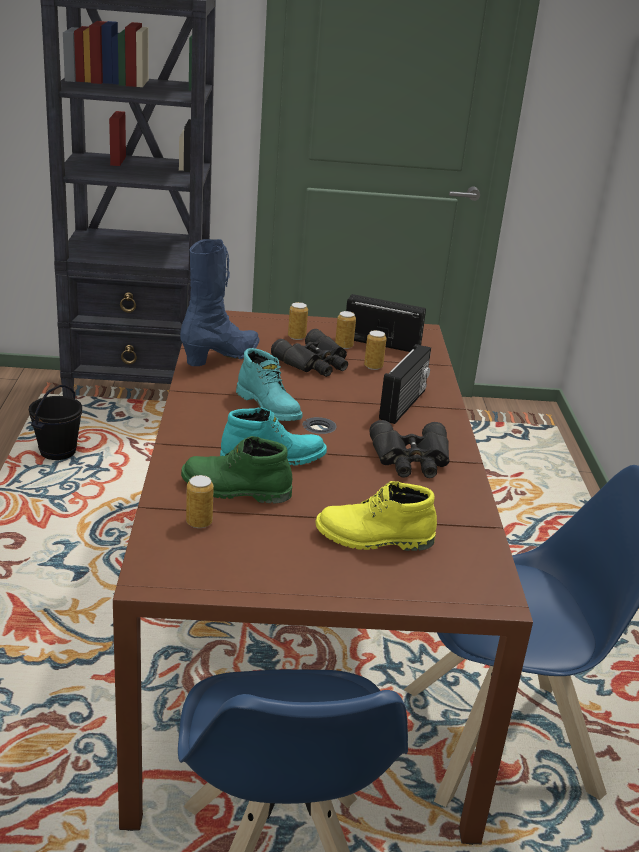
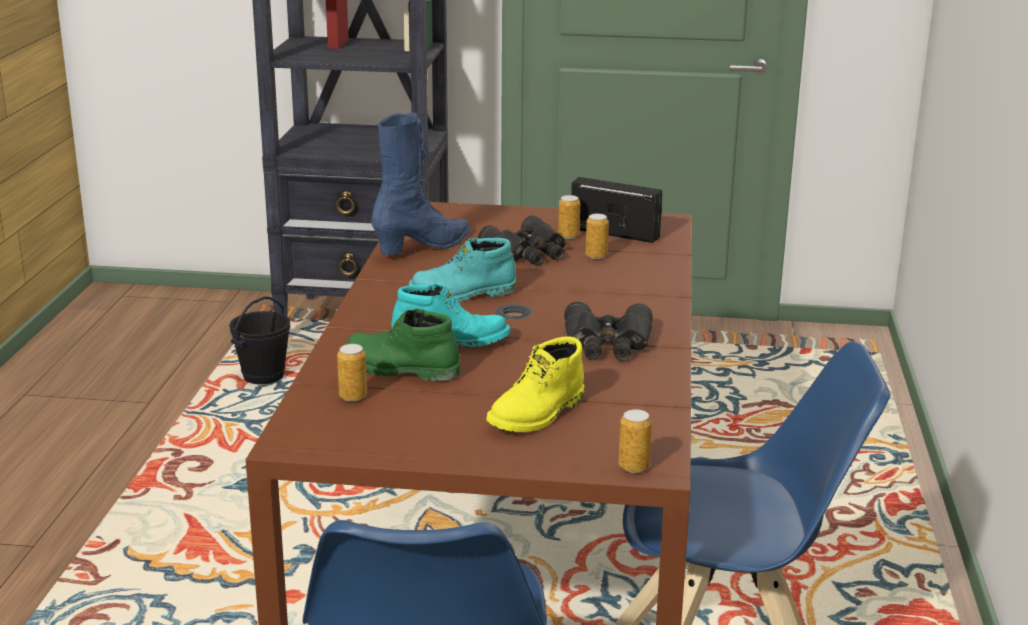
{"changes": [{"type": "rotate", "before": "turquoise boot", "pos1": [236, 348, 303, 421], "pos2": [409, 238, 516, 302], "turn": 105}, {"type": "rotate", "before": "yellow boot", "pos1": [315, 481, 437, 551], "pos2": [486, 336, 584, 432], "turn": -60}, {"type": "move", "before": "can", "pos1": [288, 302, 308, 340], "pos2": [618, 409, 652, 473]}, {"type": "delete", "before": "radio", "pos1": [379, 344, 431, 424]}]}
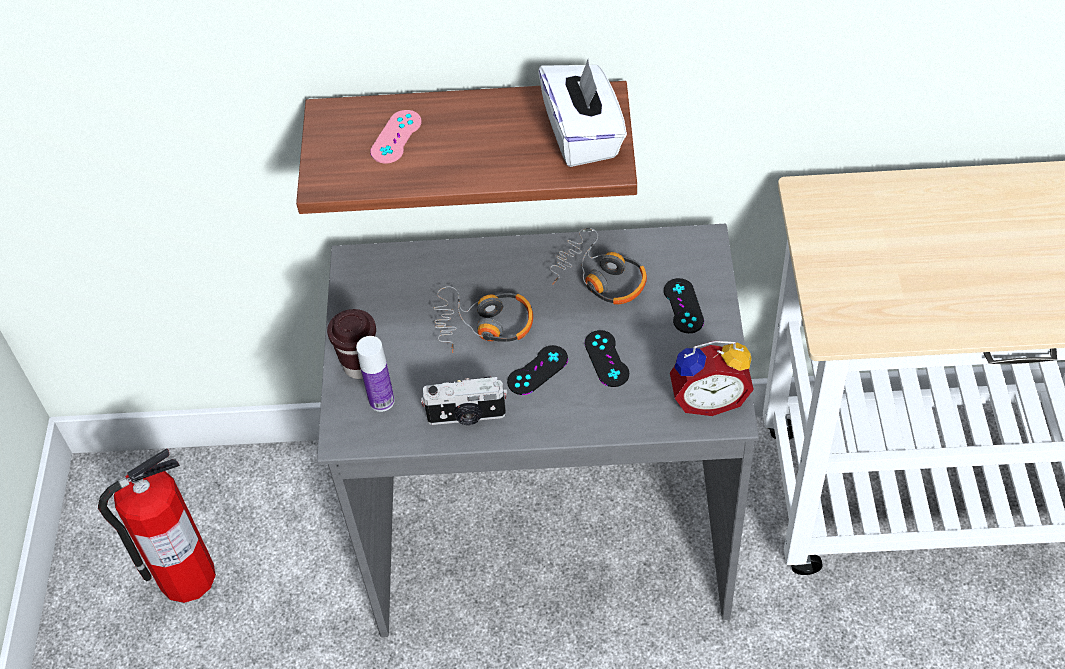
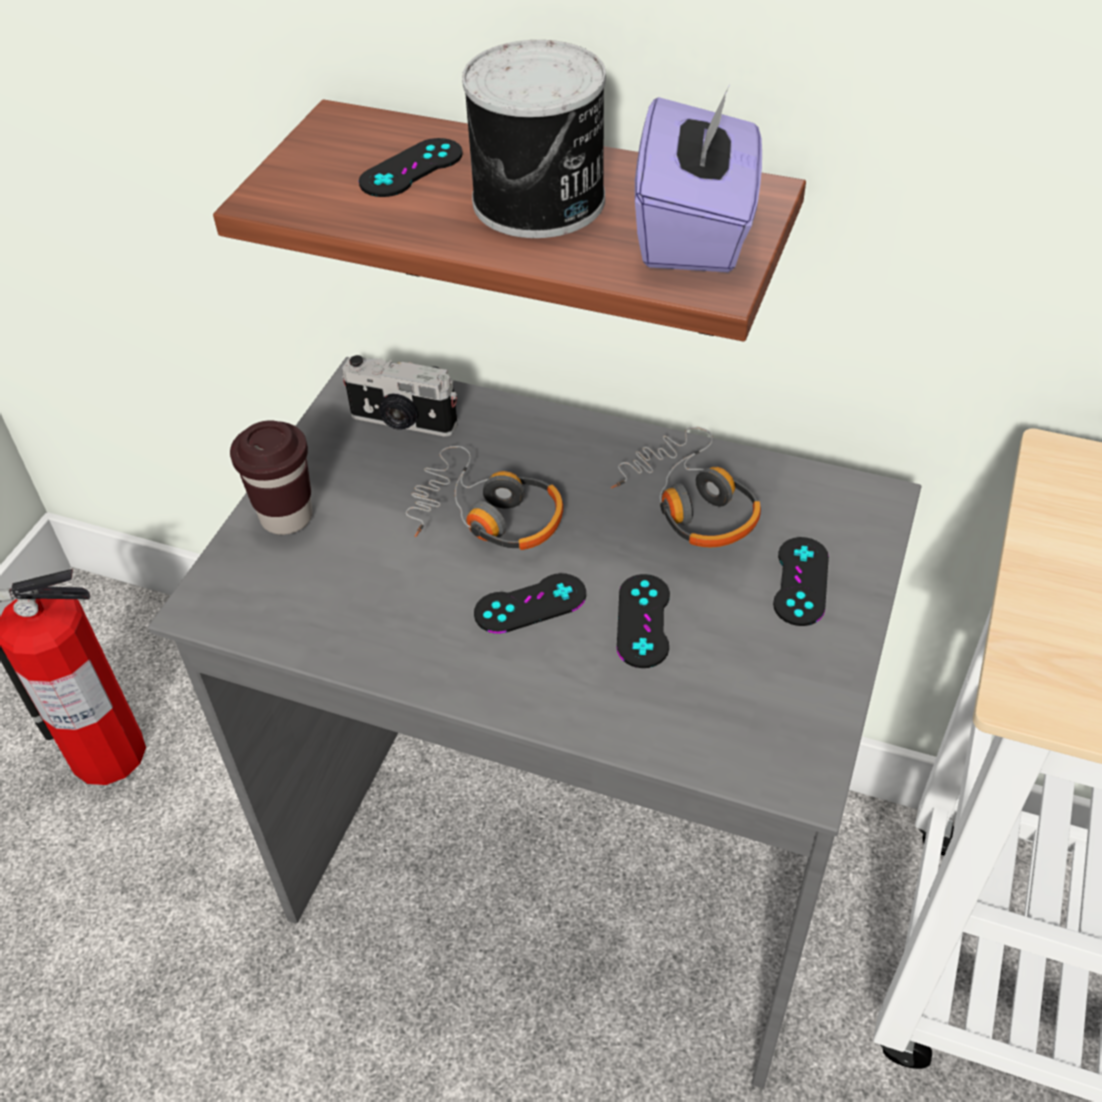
{"changes": [{"type": "move", "before": "photo camera", "pos1": [421, 377, 507, 425], "pos2": [342, 355, 458, 437]}, {"type": "recolor", "before": "pink game controller", "after": "black game controller", "pos1": [370, 110, 421, 163], "pos2": [359, 138, 463, 197]}, {"type": "insert", "after": "can", "pos2": [462, 40, 606, 238]}, {"type": "recolor", "before": "white tissue box", "after": "purple tissue box", "pos1": [538, 59, 627, 167], "pos2": [635, 87, 762, 272]}, {"type": "delete", "before": "bottle", "pos1": [356, 336, 395, 412]}, {"type": "delete", "before": "alarm clock", "pos1": [670, 341, 754, 416]}]}
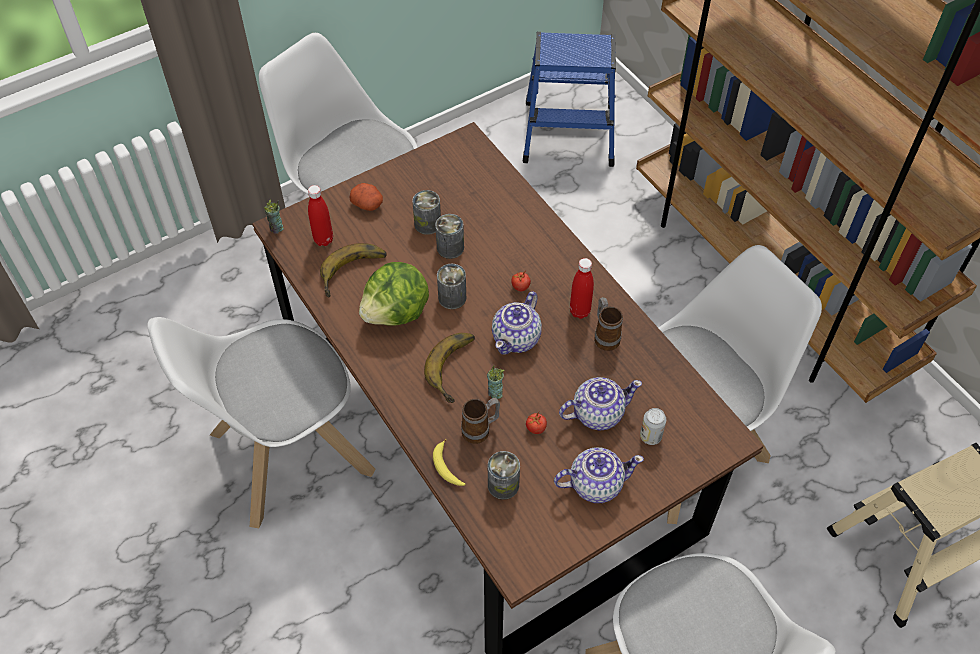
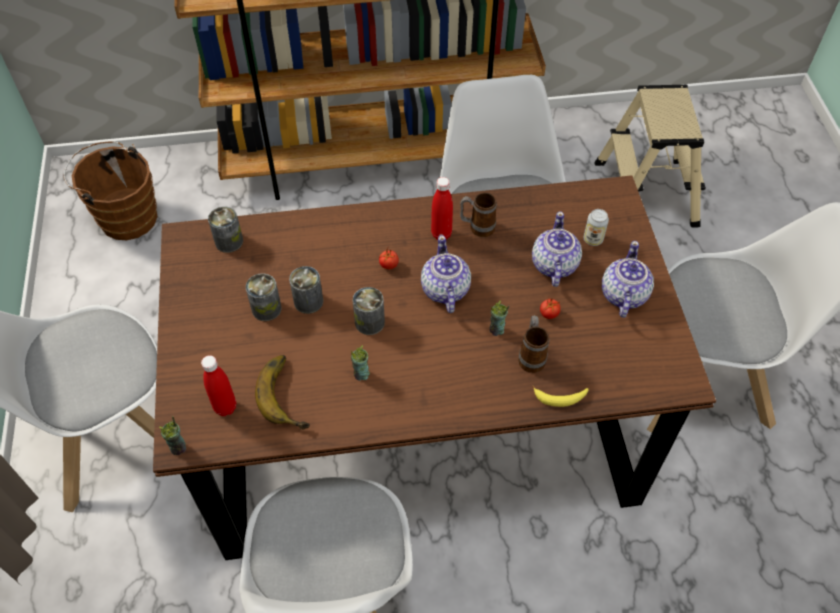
{"changes": [{"type": "replace", "before": "blue step ladder", "after": "brown bucket", "pos1": [523, 32, 616, 167], "pos2": [64, 142, 157, 240]}, {"type": "move", "before": "can", "pos1": [488, 451, 520, 500], "pos2": [208, 206, 243, 253]}, {"type": "replace", "before": "lettuce", "after": "cup", "pos1": [359, 262, 429, 326], "pos2": [351, 345, 370, 381]}, {"type": "rotate", "before": "teapot", "pos1": [492, 291, 542, 355], "pos2": [421, 235, 471, 313], "turn": -150}, {"type": "delete", "before": "potato", "pos1": [350, 183, 383, 211]}, {"type": "delete", "before": "banana", "pos1": [424, 333, 475, 403]}]}
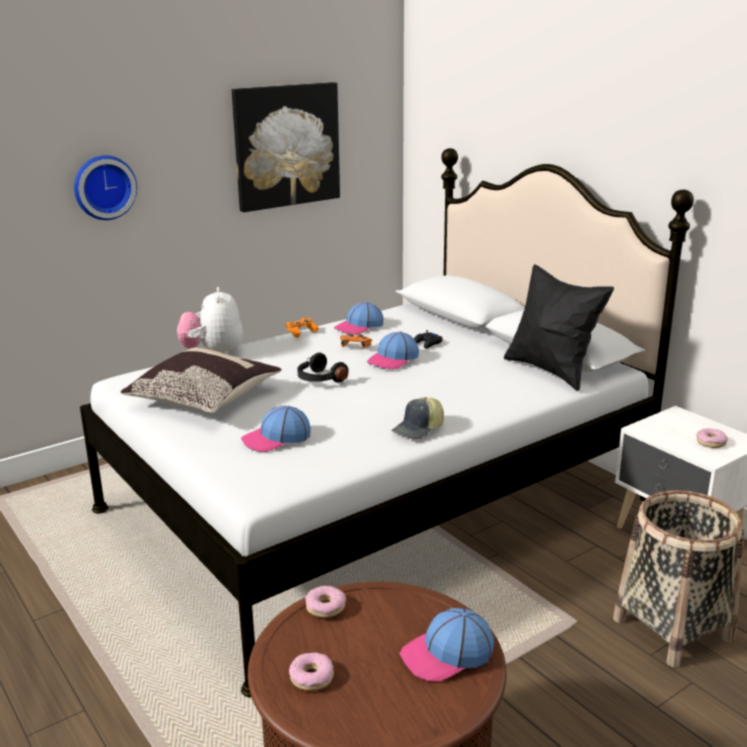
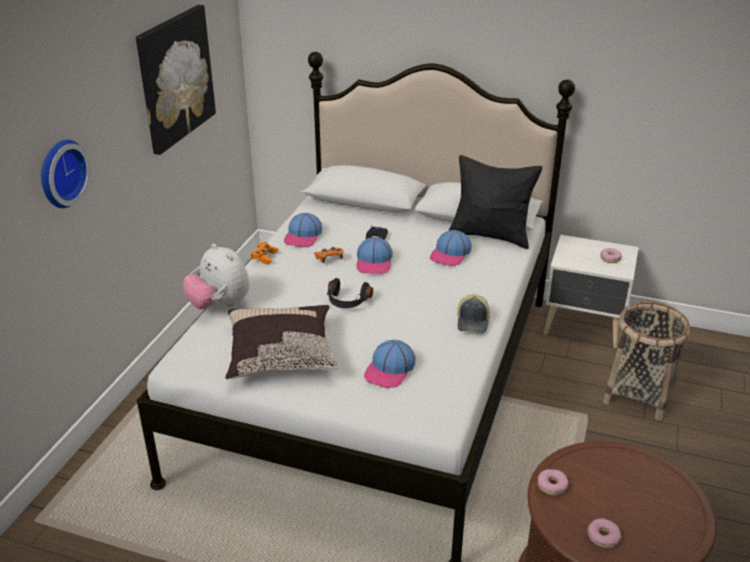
{"changes": [{"type": "move", "before": "cap", "pos1": [399, 608, 494, 682], "pos2": [430, 230, 472, 266]}]}
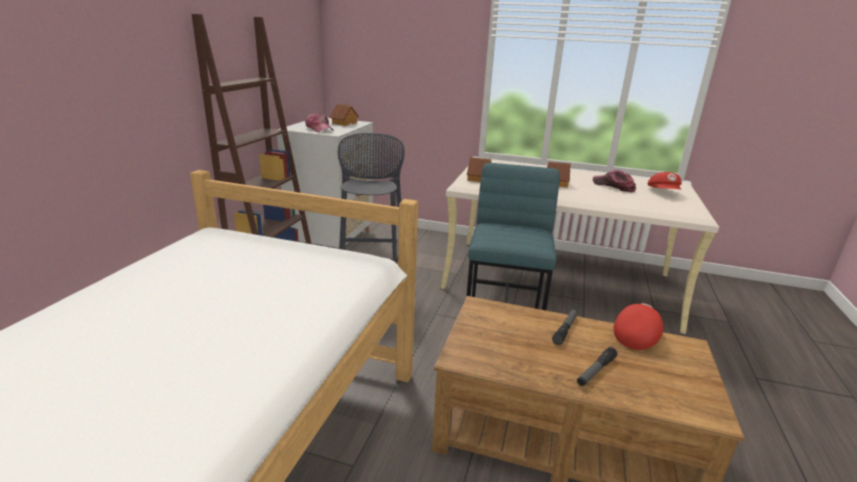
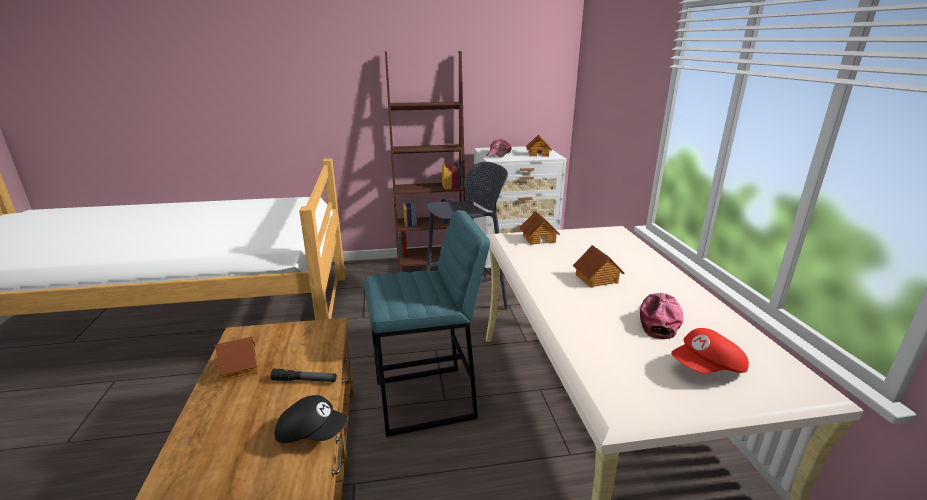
{"changes": [{"type": "insert", "after": "toy house", "pos2": [215, 337, 258, 382]}, {"type": "recolor", "before": "red cap", "after": "black cap", "pos1": [613, 303, 663, 350], "pos2": [274, 395, 347, 443]}, {"type": "delete", "before": "flashlight", "pos1": [577, 347, 617, 386]}]}
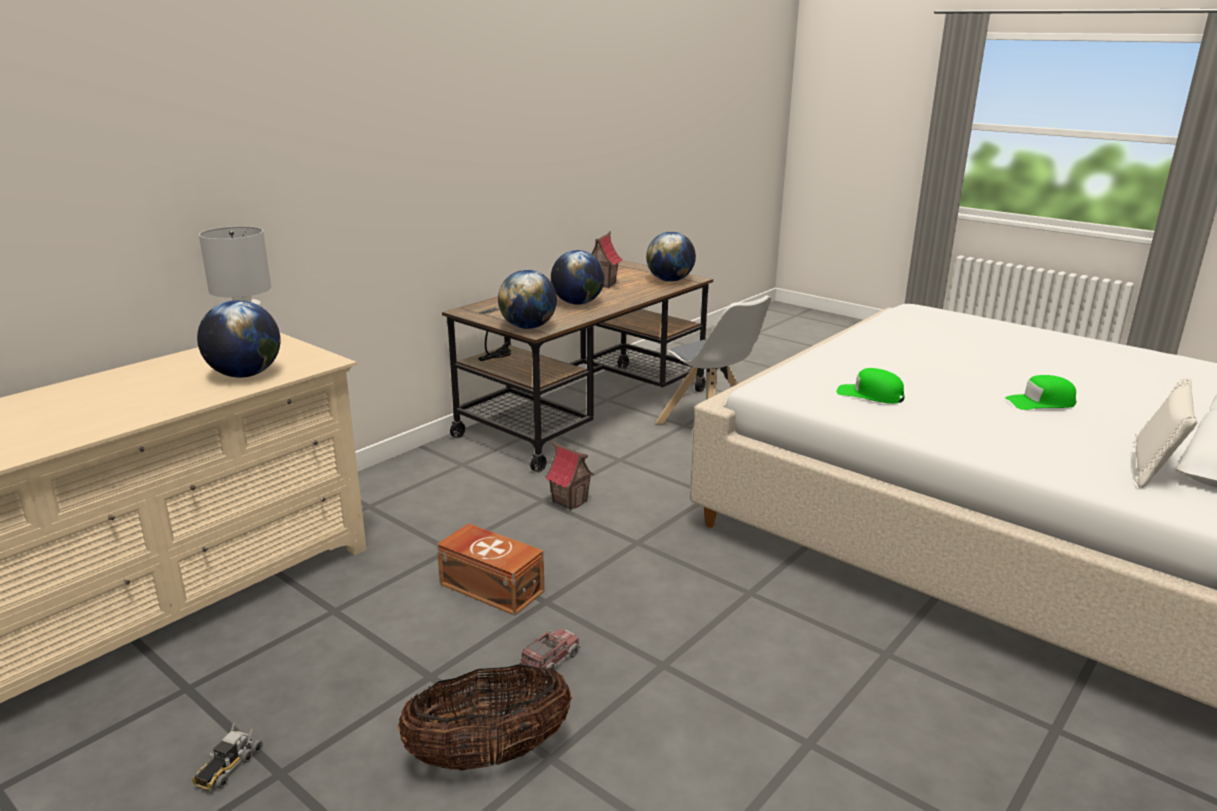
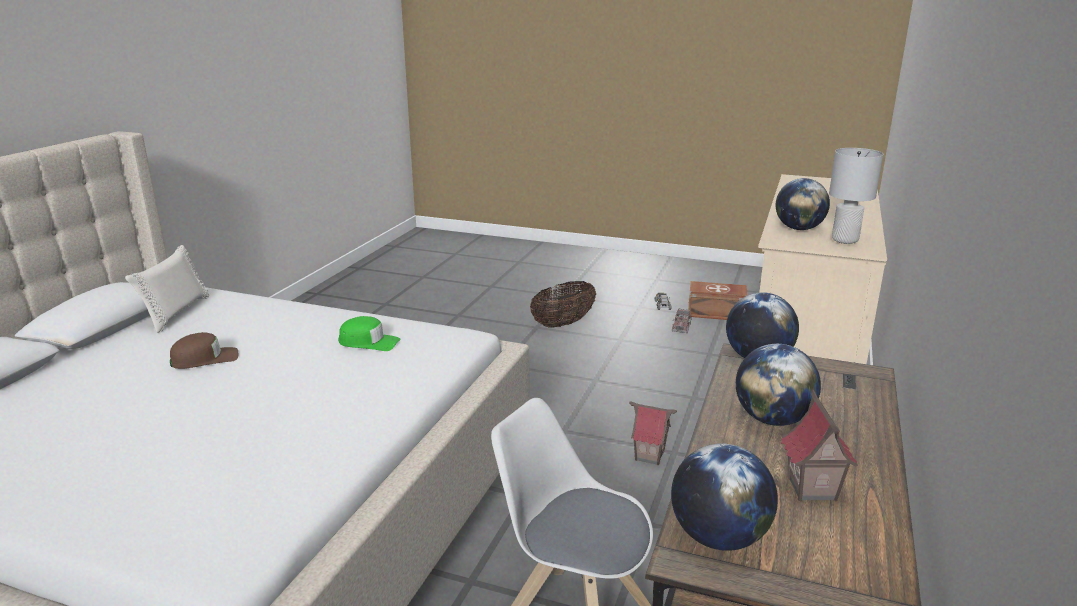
{"changes": [{"type": "recolor", "before": "green cap", "after": "brown cap", "pos1": [1005, 375, 1076, 410], "pos2": [170, 332, 238, 369]}, {"type": "move", "before": "toy truck", "pos1": [518, 629, 580, 675], "pos2": [672, 309, 692, 333]}, {"type": "move", "before": "brown storage box", "pos1": [437, 523, 545, 616], "pos2": [688, 281, 747, 320]}]}
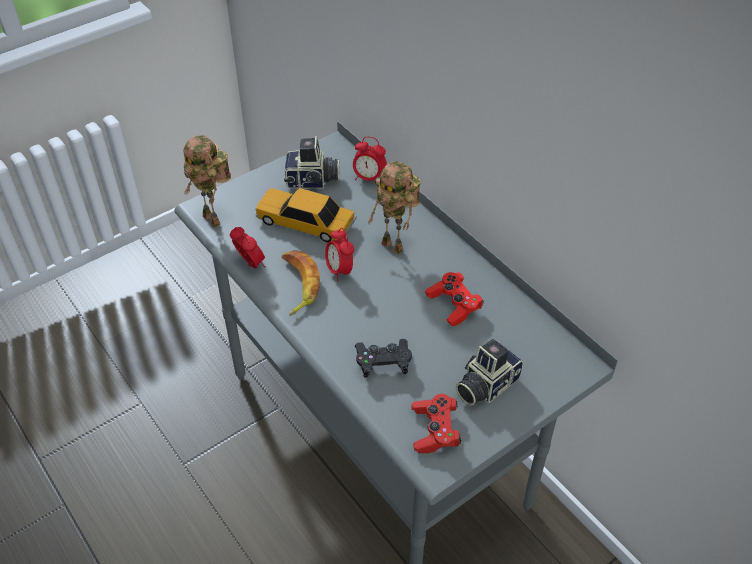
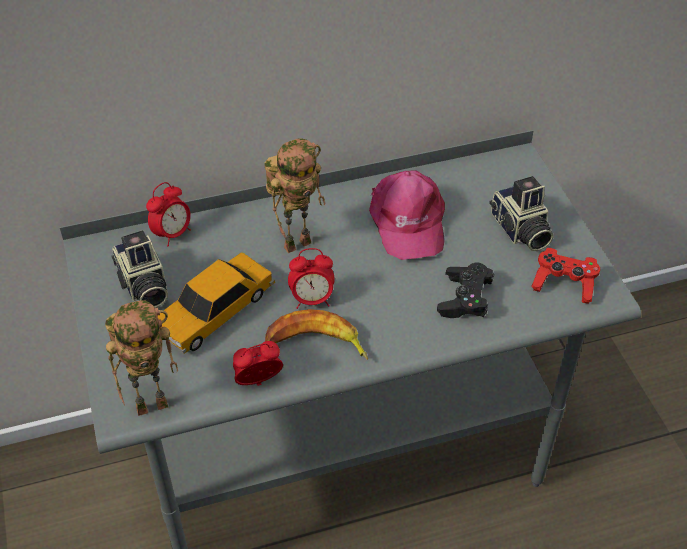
{"changes": [{"type": "rotate", "before": "photo camera", "pos1": [284, 136, 340, 188], "pos2": [112, 230, 168, 308], "turn": 135}, {"type": "replace", "before": "red game controller", "after": "pink cap", "pos1": [425, 272, 484, 326], "pos2": [369, 171, 445, 260]}]}
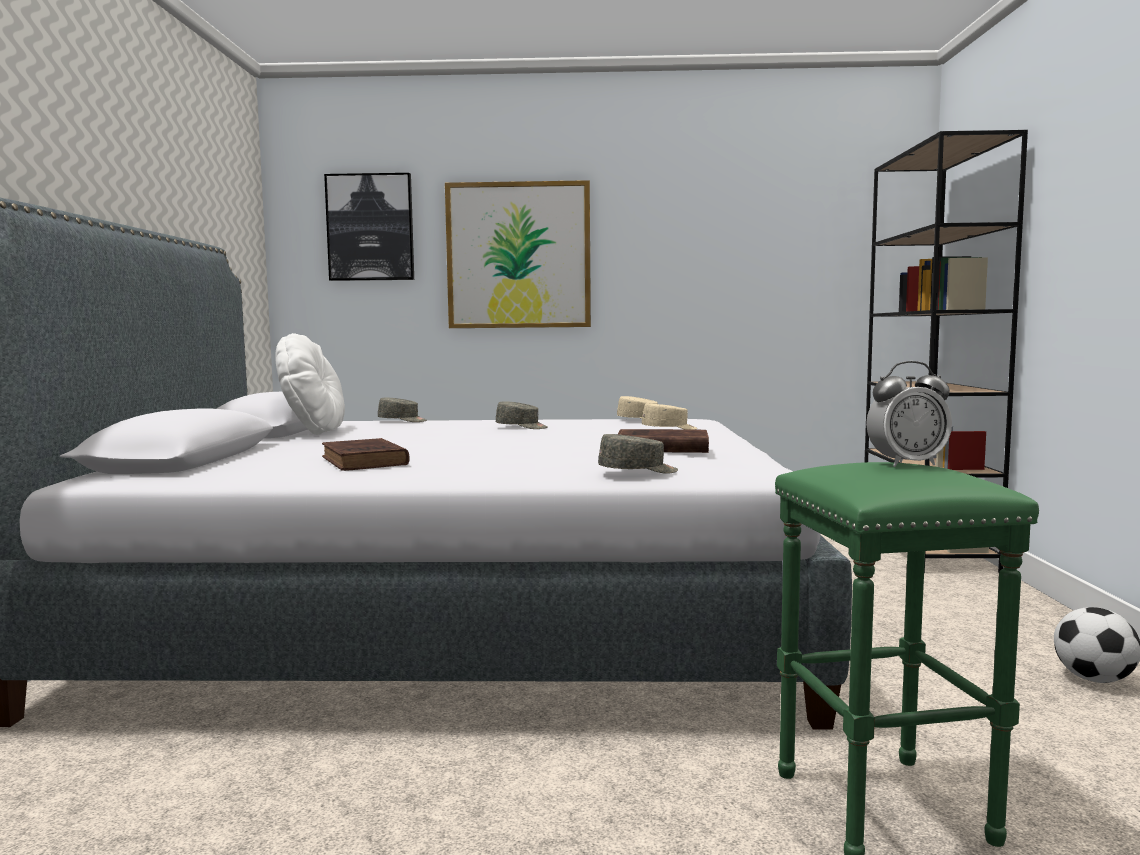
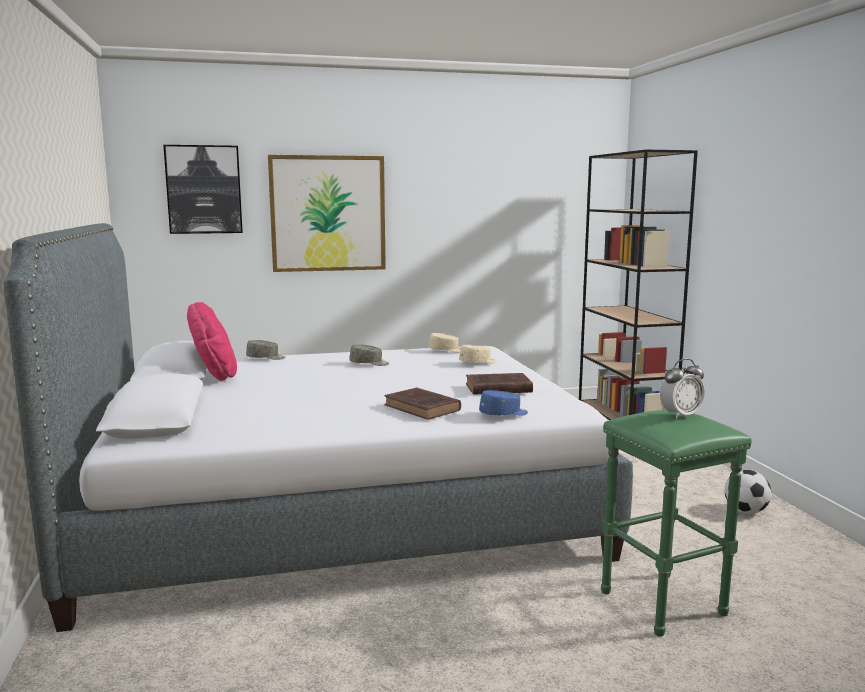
{"changes": [{"type": "recolor", "before": "white pillow", "after": "pink pillow", "pos1": [275, 333, 345, 435], "pos2": [187, 302, 237, 381]}, {"type": "move", "before": "brown book", "pos1": [322, 438, 410, 471], "pos2": [384, 387, 461, 420]}, {"type": "recolor", "before": "grey cap", "after": "blue cap", "pos1": [598, 434, 678, 474], "pos2": [479, 390, 528, 416]}]}
